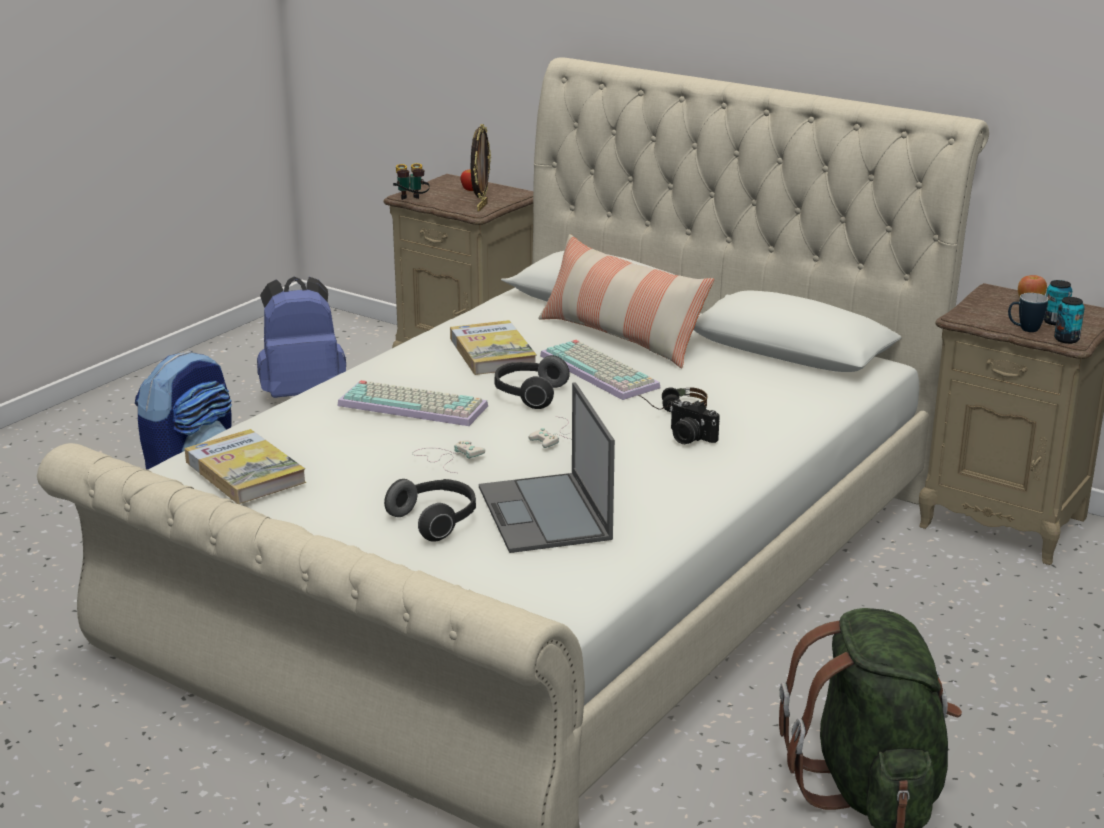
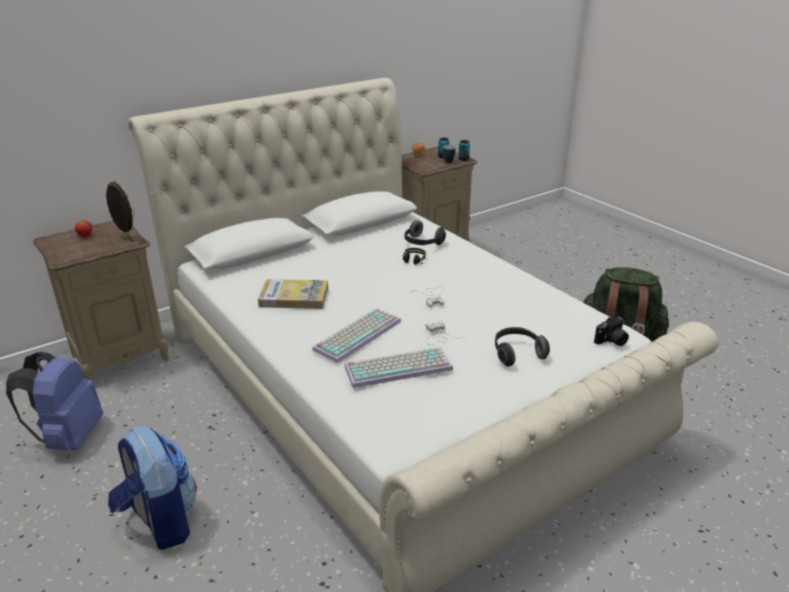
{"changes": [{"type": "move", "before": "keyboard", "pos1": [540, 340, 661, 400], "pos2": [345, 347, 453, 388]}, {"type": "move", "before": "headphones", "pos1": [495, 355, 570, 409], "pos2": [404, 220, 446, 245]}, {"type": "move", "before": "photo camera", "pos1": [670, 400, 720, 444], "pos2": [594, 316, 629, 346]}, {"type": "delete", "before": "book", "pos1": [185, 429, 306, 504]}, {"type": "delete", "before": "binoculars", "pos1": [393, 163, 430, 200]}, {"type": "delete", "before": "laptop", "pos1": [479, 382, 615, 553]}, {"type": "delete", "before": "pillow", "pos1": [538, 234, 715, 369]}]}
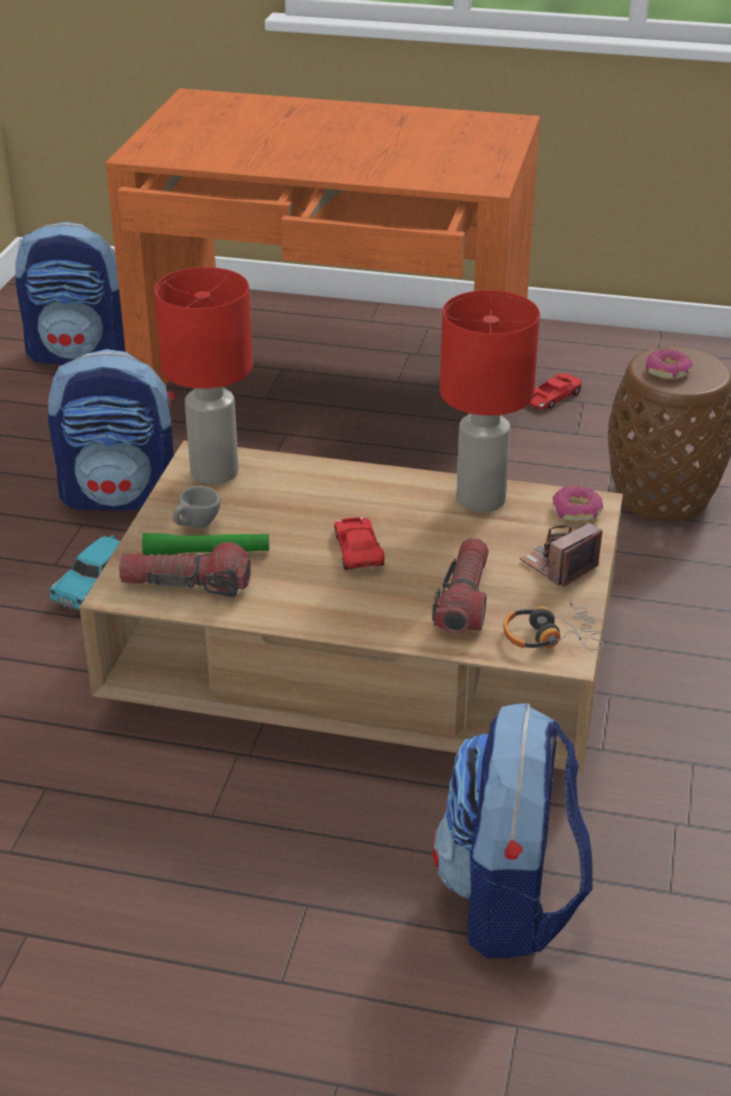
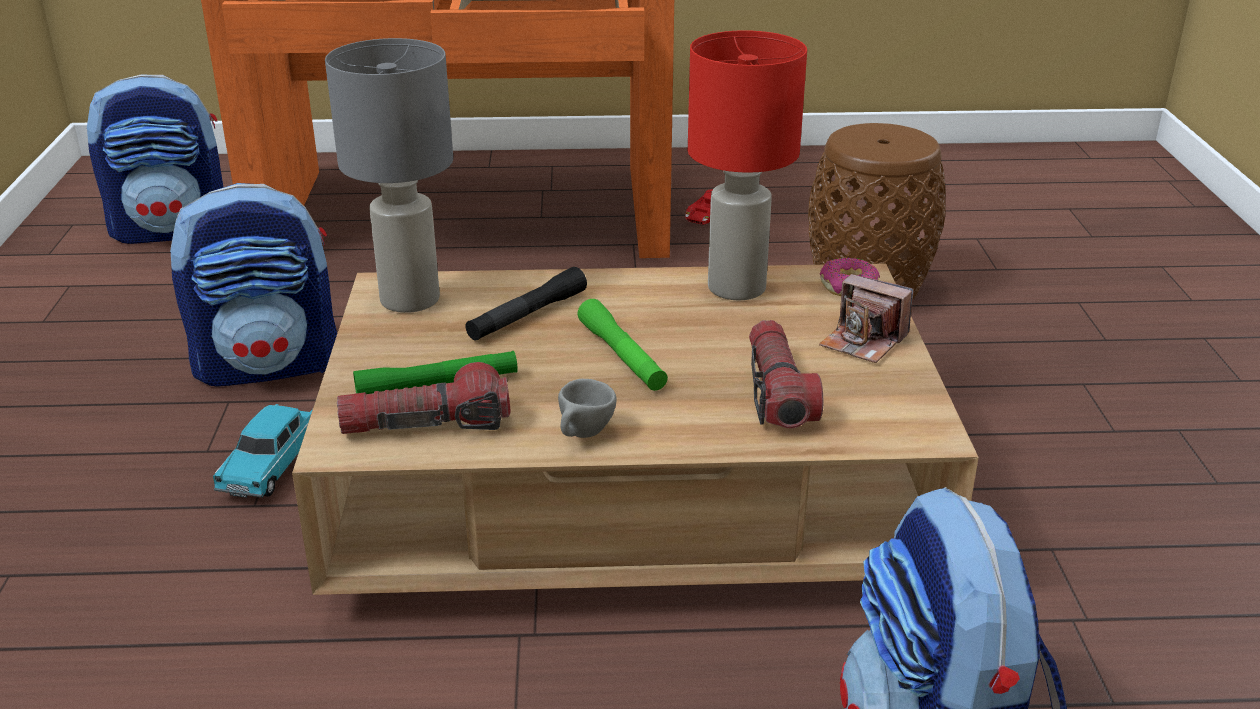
{"changes": [{"type": "recolor", "before": "red table lamp", "after": "grey table lamp", "pos1": [154, 267, 253, 484], "pos2": [325, 38, 453, 313]}, {"type": "insert", "after": "black flashlight", "pos2": [466, 267, 587, 341]}, {"type": "move", "before": "grey cup", "pos1": [173, 486, 221, 528], "pos2": [558, 379, 616, 438]}, {"type": "replace", "before": "red toy car", "after": "green flashlight", "pos1": [334, 517, 385, 570], "pos2": [578, 299, 668, 391]}, {"type": "rotate", "before": "photo camera", "pos1": [520, 523, 603, 587], "pos2": [819, 274, 913, 363], "turn": -90}, {"type": "delete", "before": "headphones", "pos1": [503, 600, 604, 650]}, {"type": "delete", "before": "donut", "pos1": [646, 349, 693, 380]}]}
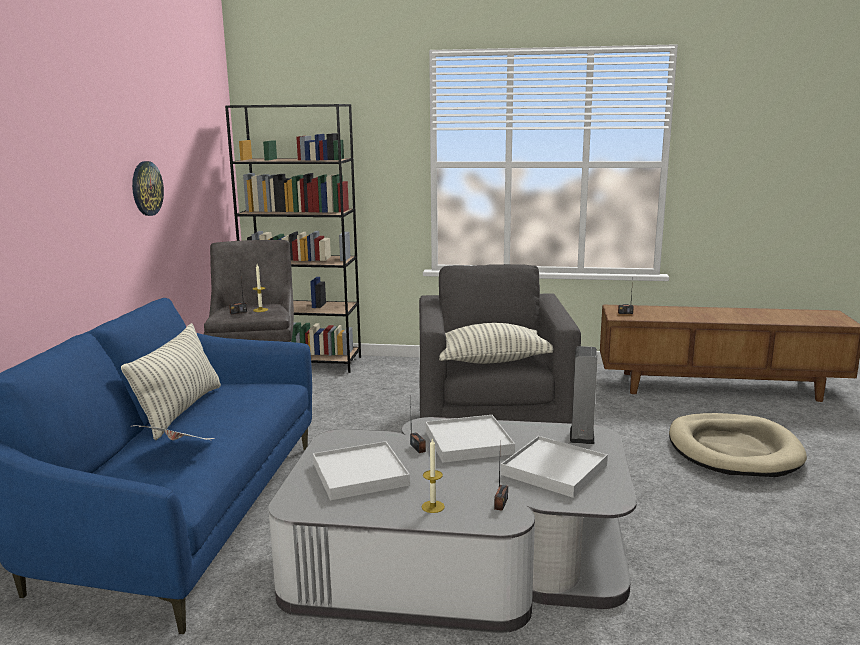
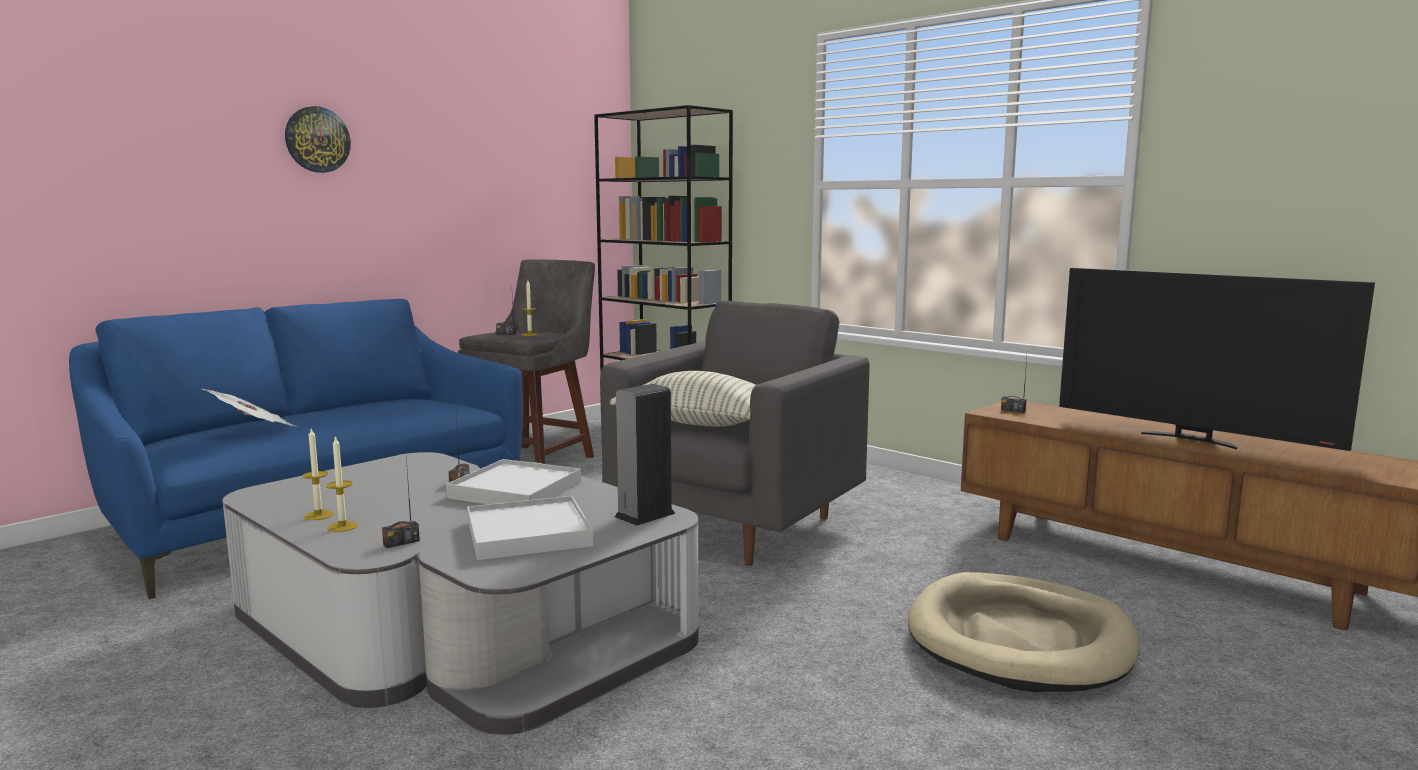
{"changes": [{"type": "move", "before": "wall clock", "pos1": [132, 161, 164, 216], "pos2": [285, 106, 351, 173]}, {"type": "insert", "after": "candle", "pos2": [302, 429, 334, 520]}, {"type": "insert", "after": "television", "pos2": [1059, 268, 1375, 451]}, {"type": "delete", "before": "pillow", "pos1": [121, 323, 221, 440]}, {"type": "delete", "before": "white tray", "pos1": [313, 441, 410, 500]}]}
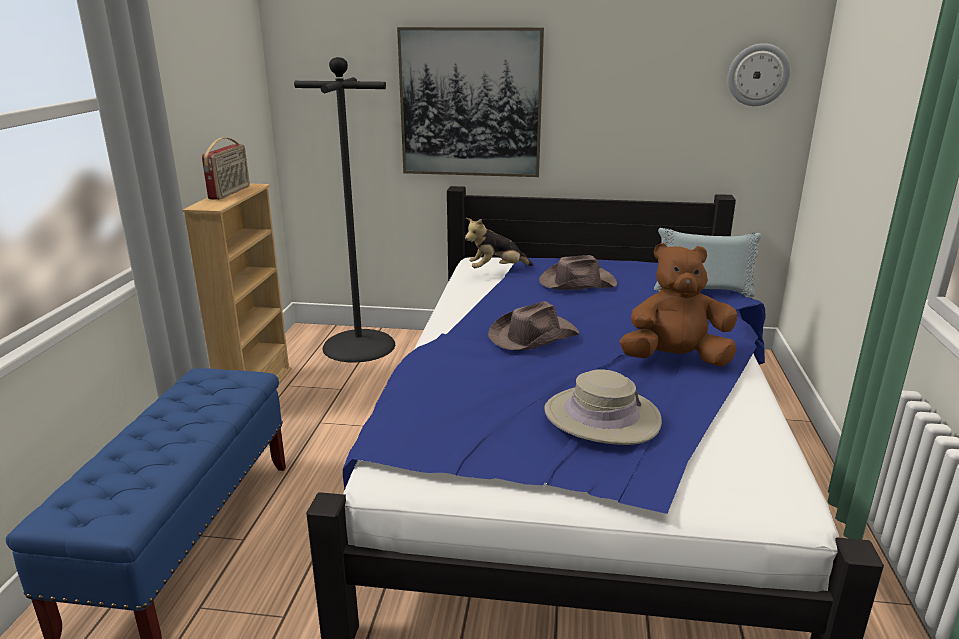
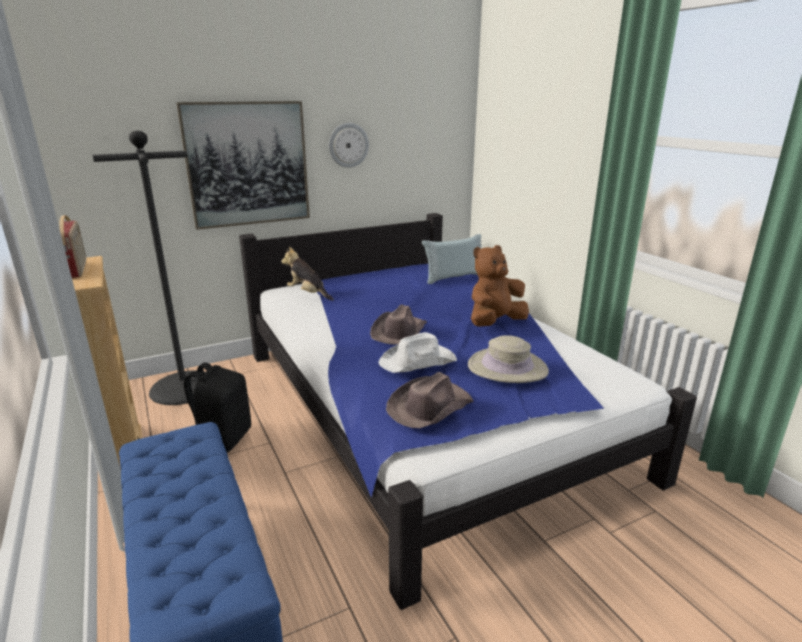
{"changes": [{"type": "insert", "after": "black backpack", "pos2": [184, 363, 251, 453]}, {"type": "rotate", "before": "plush toy", "pos1": [465, 218, 533, 268], "pos2": [281, 247, 334, 301], "turn": 90}, {"type": "move", "before": "wall clock", "pos1": [728, 43, 791, 106], "pos2": [329, 123, 369, 168]}, {"type": "insert", "after": "white hat", "pos2": [379, 332, 457, 373]}, {"type": "move", "before": "brown hat", "pos1": [539, 255, 617, 290], "pos2": [386, 372, 474, 428]}]}
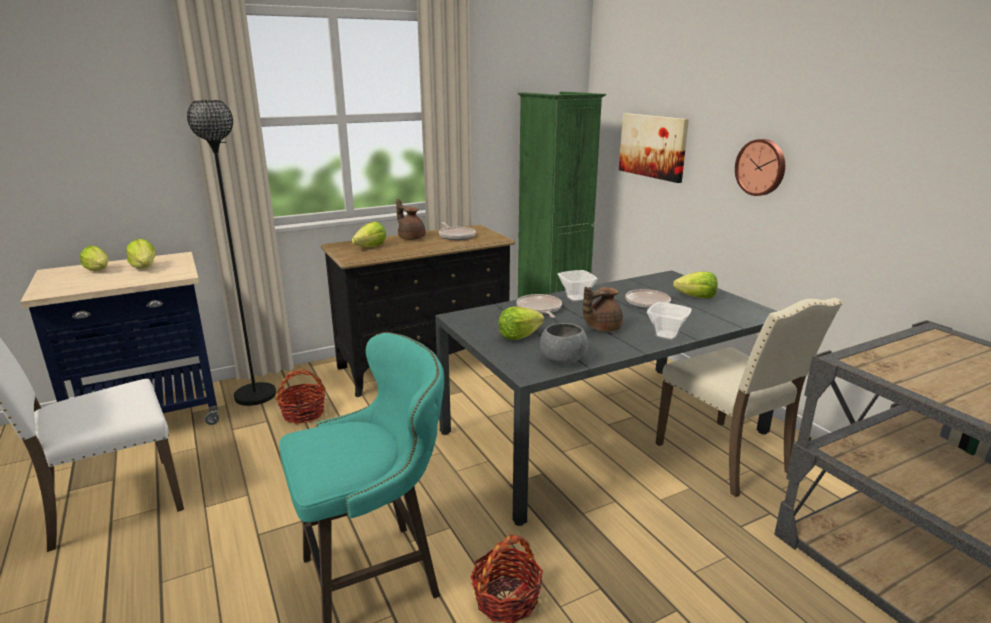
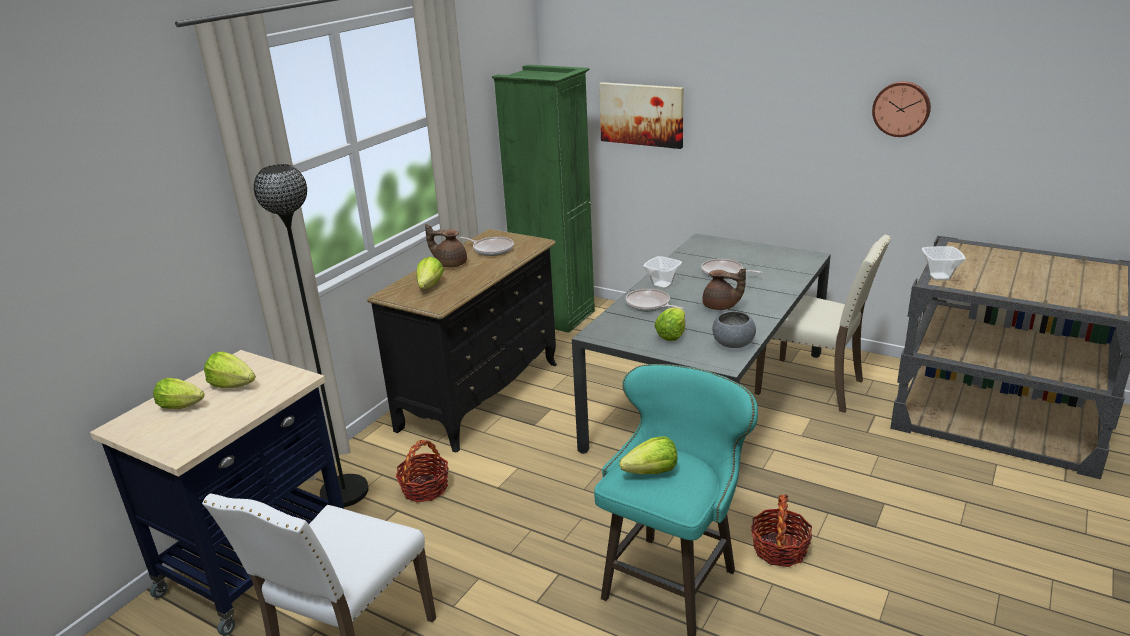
{"changes": [{"type": "move", "before": "lettuce", "pos1": [673, 271, 718, 298], "pos2": [619, 436, 677, 474]}, {"type": "rotate", "before": "brown teapot", "pos1": [583, 287, 623, 332], "pos2": [702, 268, 746, 310], "turn": -90}, {"type": "move", "before": "wall clock", "pos1": [735, 139, 785, 196], "pos2": [872, 81, 931, 137]}, {"type": "move", "before": "bowl", "pos1": [647, 302, 692, 340], "pos2": [922, 246, 966, 280]}]}
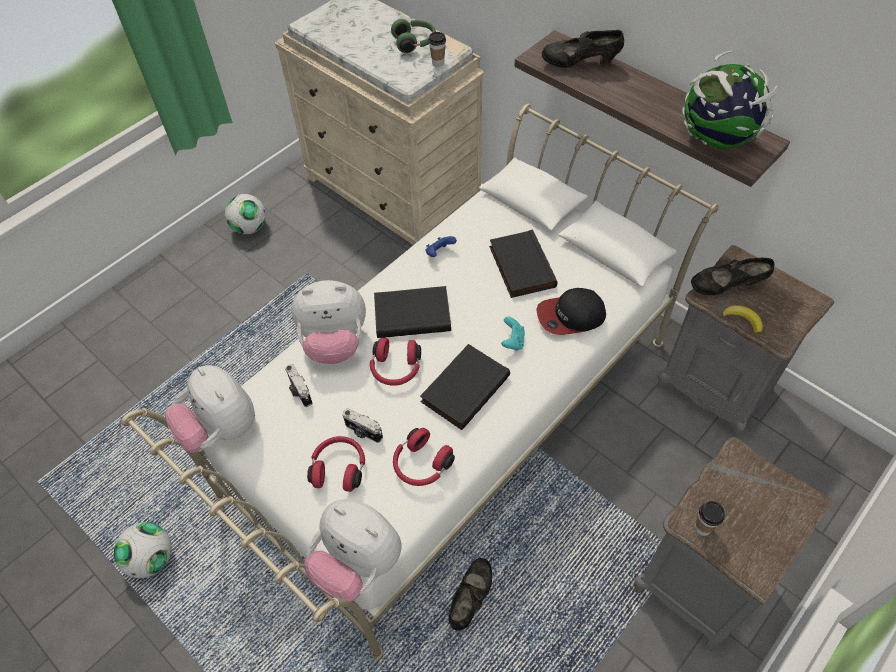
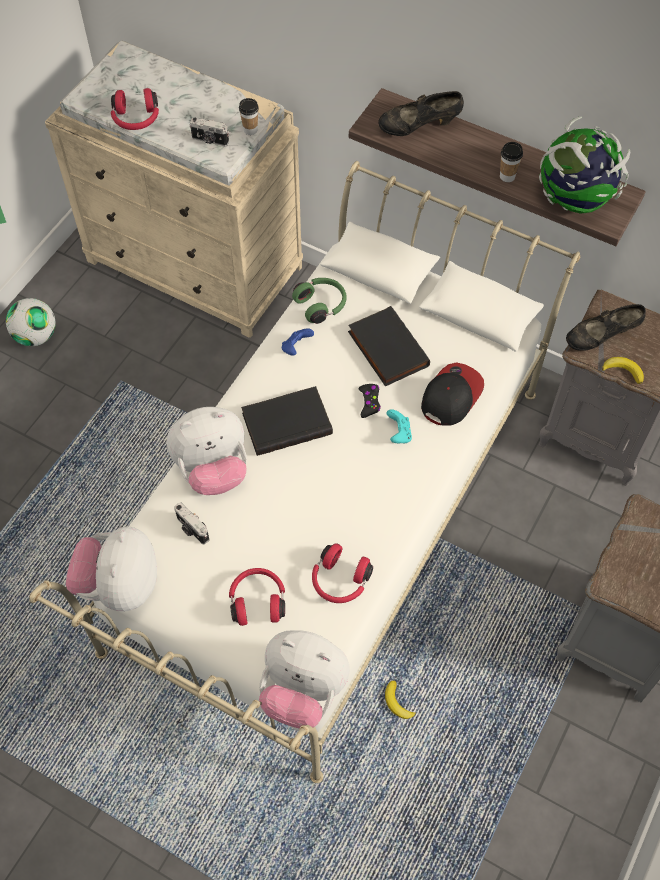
{"changes": [{"type": "rotate", "before": "plush toy", "pos1": [165, 365, 255, 453], "pos2": [66, 527, 157, 611], "turn": 60}, {"type": "move", "before": "red headphones", "pos1": [370, 338, 421, 386], "pos2": [111, 88, 159, 130]}, {"type": "move", "before": "photo camera", "pos1": [342, 408, 383, 443], "pos2": [190, 117, 229, 146]}, {"type": "move", "before": "green headphones", "pos1": [391, 19, 436, 53], "pos2": [292, 278, 347, 324]}, {"type": "insert", "after": "black game controller", "pos2": [359, 384, 381, 418]}, {"type": "replace", "before": "black shoe", "after": "banana", "pos1": [449, 558, 492, 630], "pos2": [385, 680, 416, 719]}, {"type": "rotate", "before": "cap", "pos1": [536, 288, 606, 335], "pos2": [421, 362, 484, 426], "turn": 150}, {"type": "move", "before": "cup", "pos1": [694, 501, 725, 536], "pos2": [500, 142, 523, 182]}, {"type": "delete", "before": "football", "pos1": [114, 522, 172, 578]}, {"type": "delete", "before": "black book", "pos1": [420, 344, 510, 430]}]}
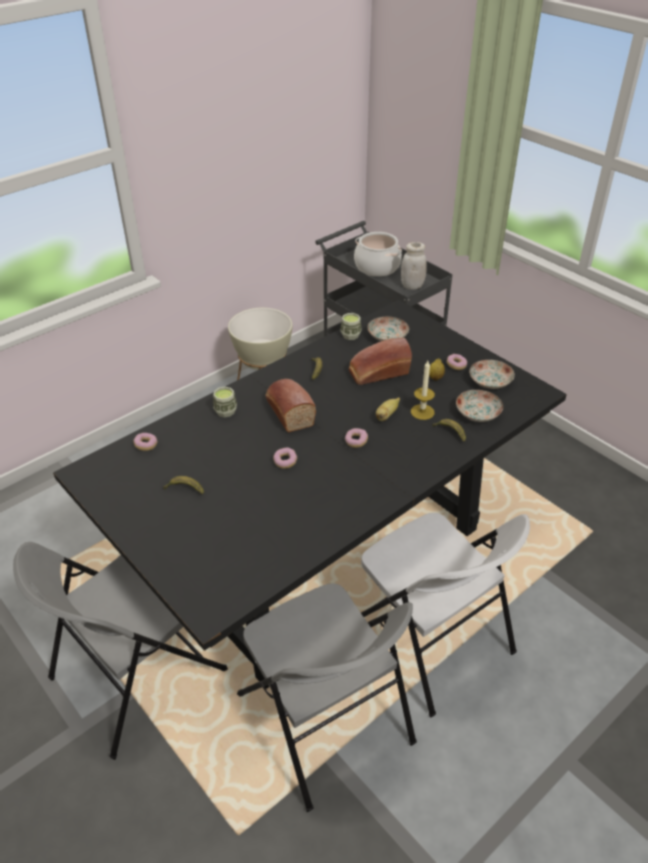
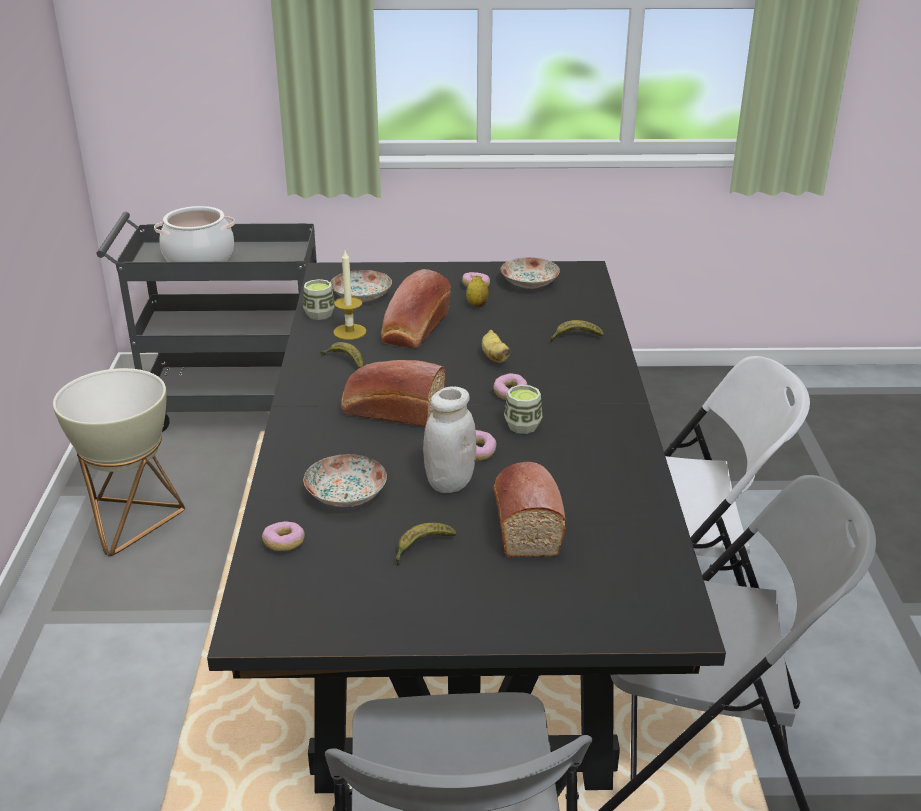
{"changes": [{"type": "move", "before": "plate", "pos1": [456, 390, 503, 422], "pos2": [303, 454, 387, 507]}, {"type": "move", "before": "candle", "pos1": [411, 361, 435, 420], "pos2": [333, 251, 366, 340]}, {"type": "move", "before": "white jar", "pos1": [401, 242, 427, 290], "pos2": [423, 386, 476, 493]}, {"type": "insert", "after": "bread", "pos2": [494, 462, 566, 557]}, {"type": "move", "before": "cup", "pos1": [213, 387, 237, 418], "pos2": [504, 385, 543, 434]}]}
